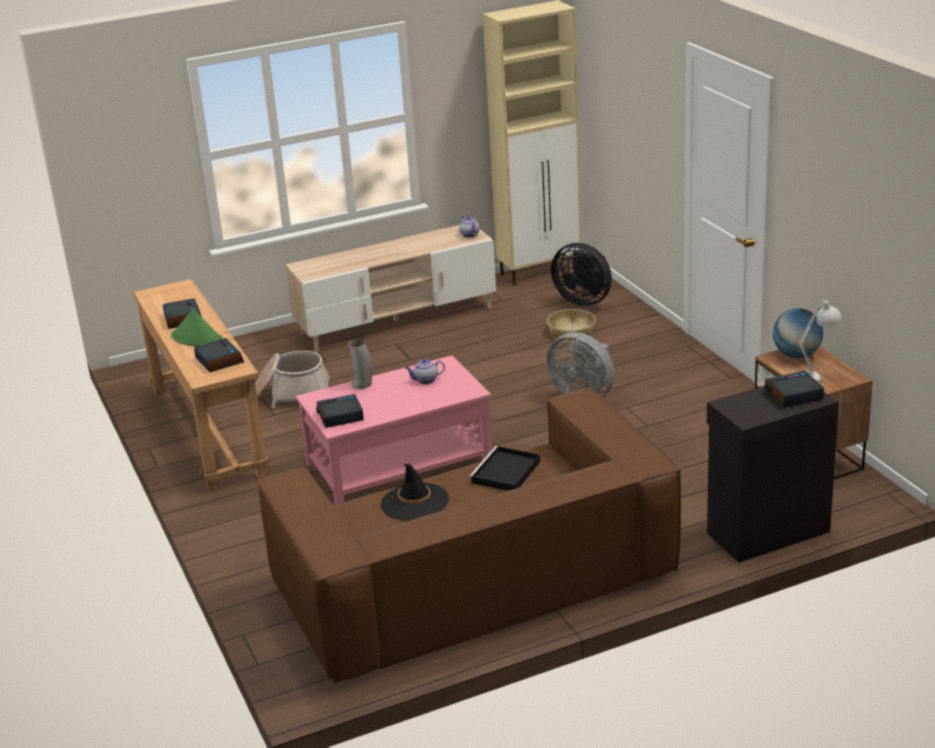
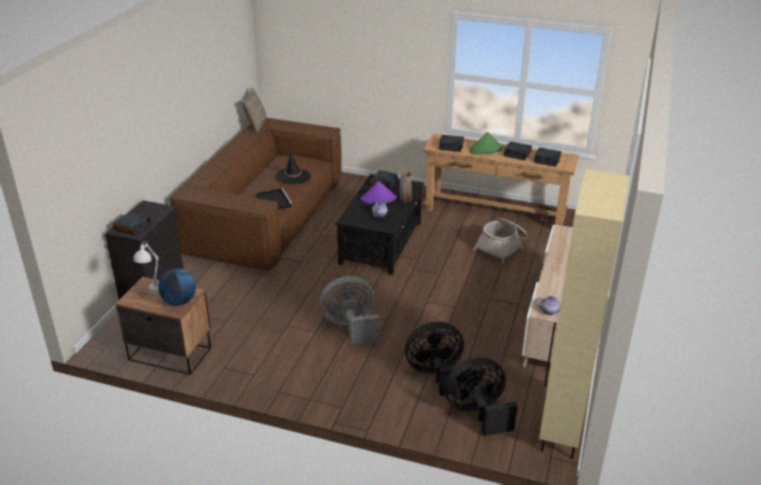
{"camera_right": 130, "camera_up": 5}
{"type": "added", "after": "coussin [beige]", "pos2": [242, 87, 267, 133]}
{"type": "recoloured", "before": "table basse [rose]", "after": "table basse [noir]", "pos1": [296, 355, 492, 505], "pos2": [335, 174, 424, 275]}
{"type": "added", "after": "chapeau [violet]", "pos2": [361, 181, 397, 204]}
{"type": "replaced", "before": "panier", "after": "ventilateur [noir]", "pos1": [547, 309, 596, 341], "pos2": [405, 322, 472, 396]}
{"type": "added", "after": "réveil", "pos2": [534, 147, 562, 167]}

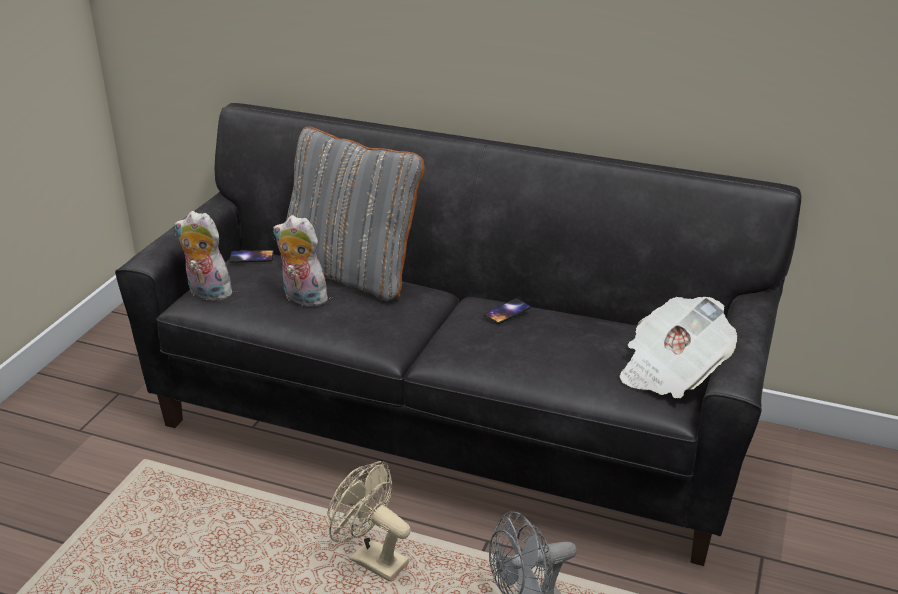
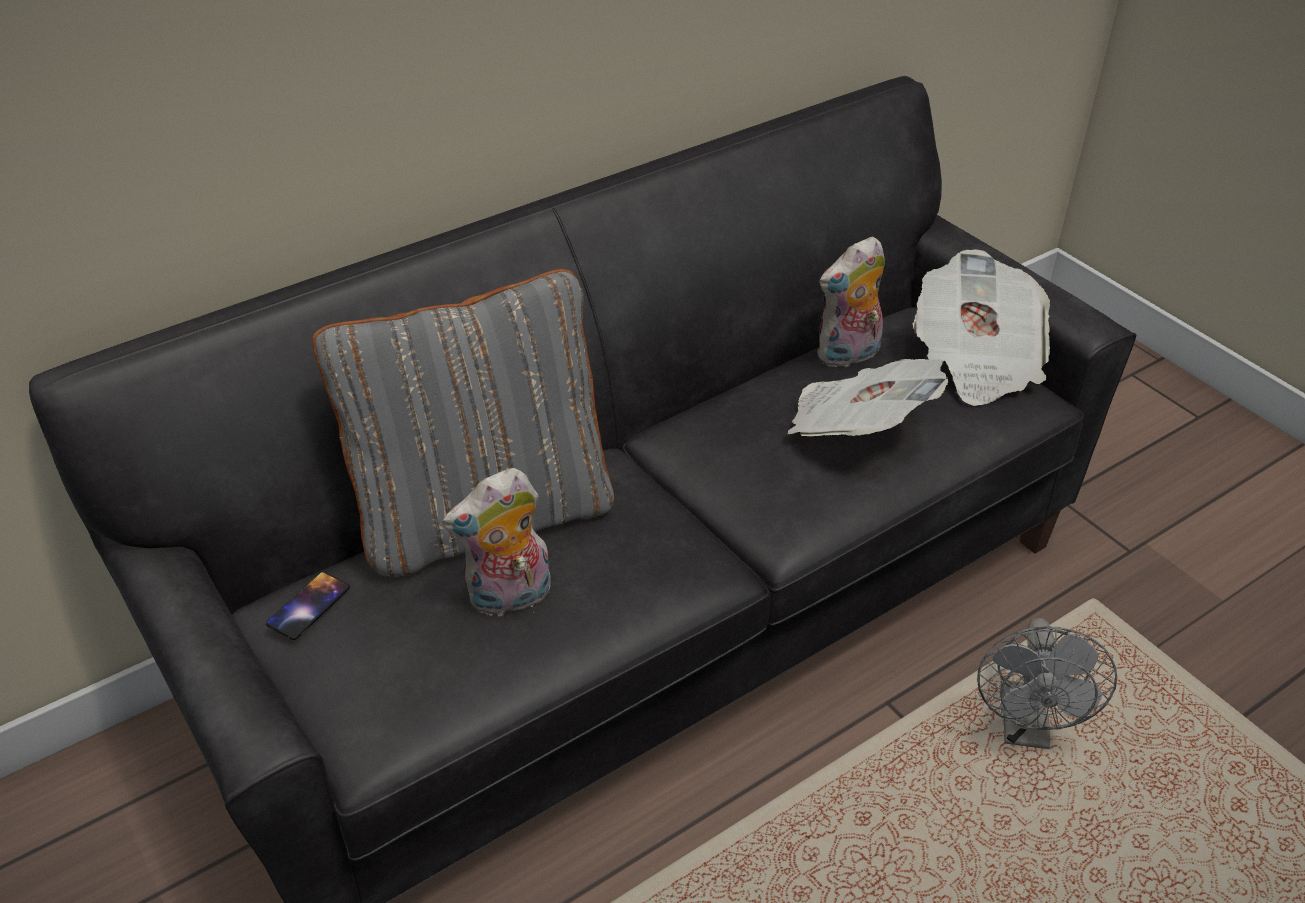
{"camera_right": -55, "camera_up": 10}
{"type": "added", "after": "journal", "pos2": [787, 359, 948, 436]}
{"type": "moved", "before": "peluche", "pos1": [175, 211, 235, 301], "pos2": [818, 236, 885, 367]}
{"type": "removed", "before": "ventilateur [beige]", "pos1": [328, 461, 411, 582]}
{"type": "removed", "before": "téléphone", "pos1": [484, 298, 531, 324]}

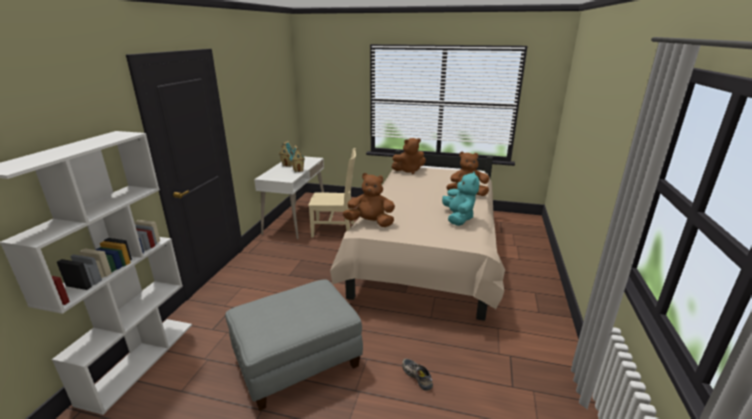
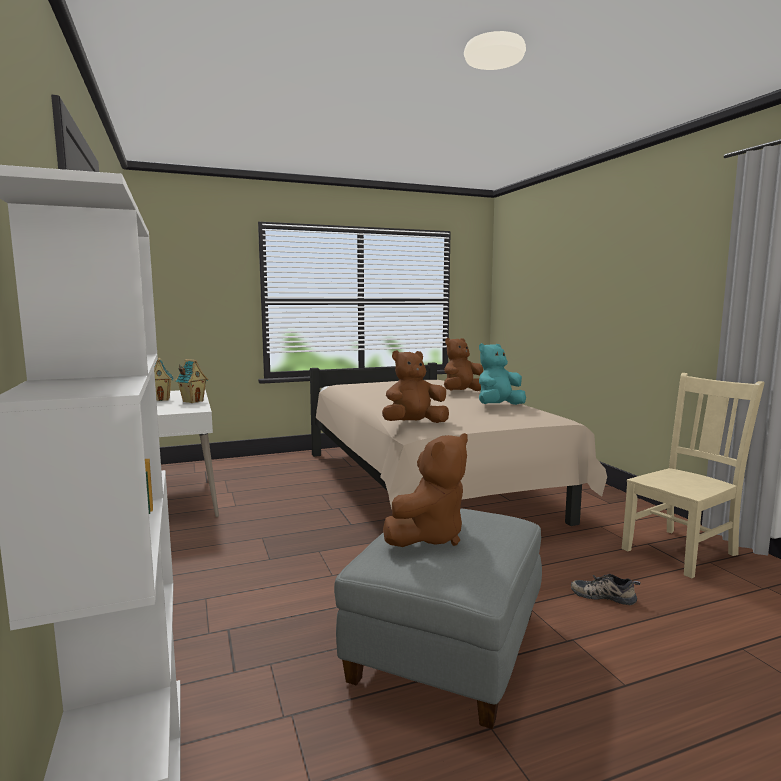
{"camera_right": -35, "camera_up": -15}
{"type": "moved", "before": "peluche [marron]", "pos1": [392, 138, 426, 174], "pos2": [383, 433, 468, 547]}
{"type": "turned", "before": "peluche [turquoise]", "pos1": [442, 171, 480, 226], "pos2": [479, 343, 526, 405], "turn": -90}
{"type": "moved", "before": "chaise [beige]", "pos1": [308, 148, 356, 237], "pos2": [621, 373, 765, 578]}

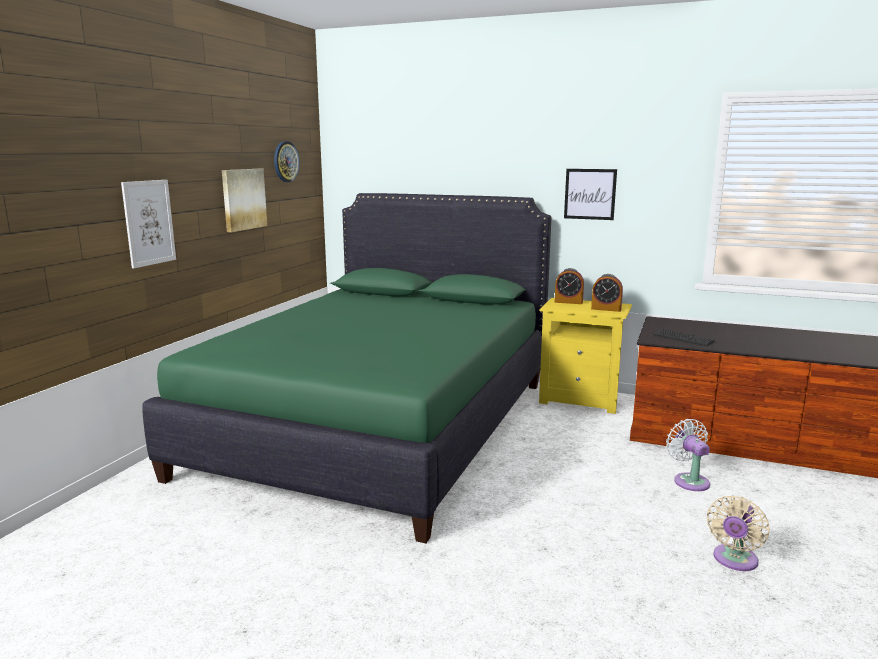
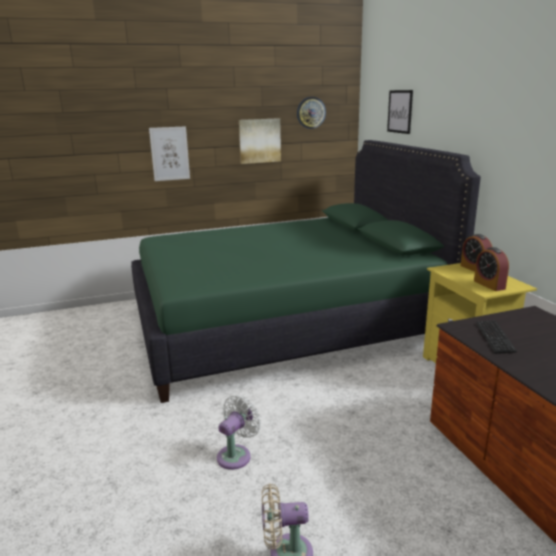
{"camera_right": 50, "camera_up": 5}
{"type": "moved", "before": "ventilateur [blanc]", "pos1": [666, 419, 710, 491], "pos2": [217, 395, 261, 470]}
{"type": "moved", "before": "tableau", "pos1": [564, 169, 617, 220], "pos2": [387, 90, 413, 134]}

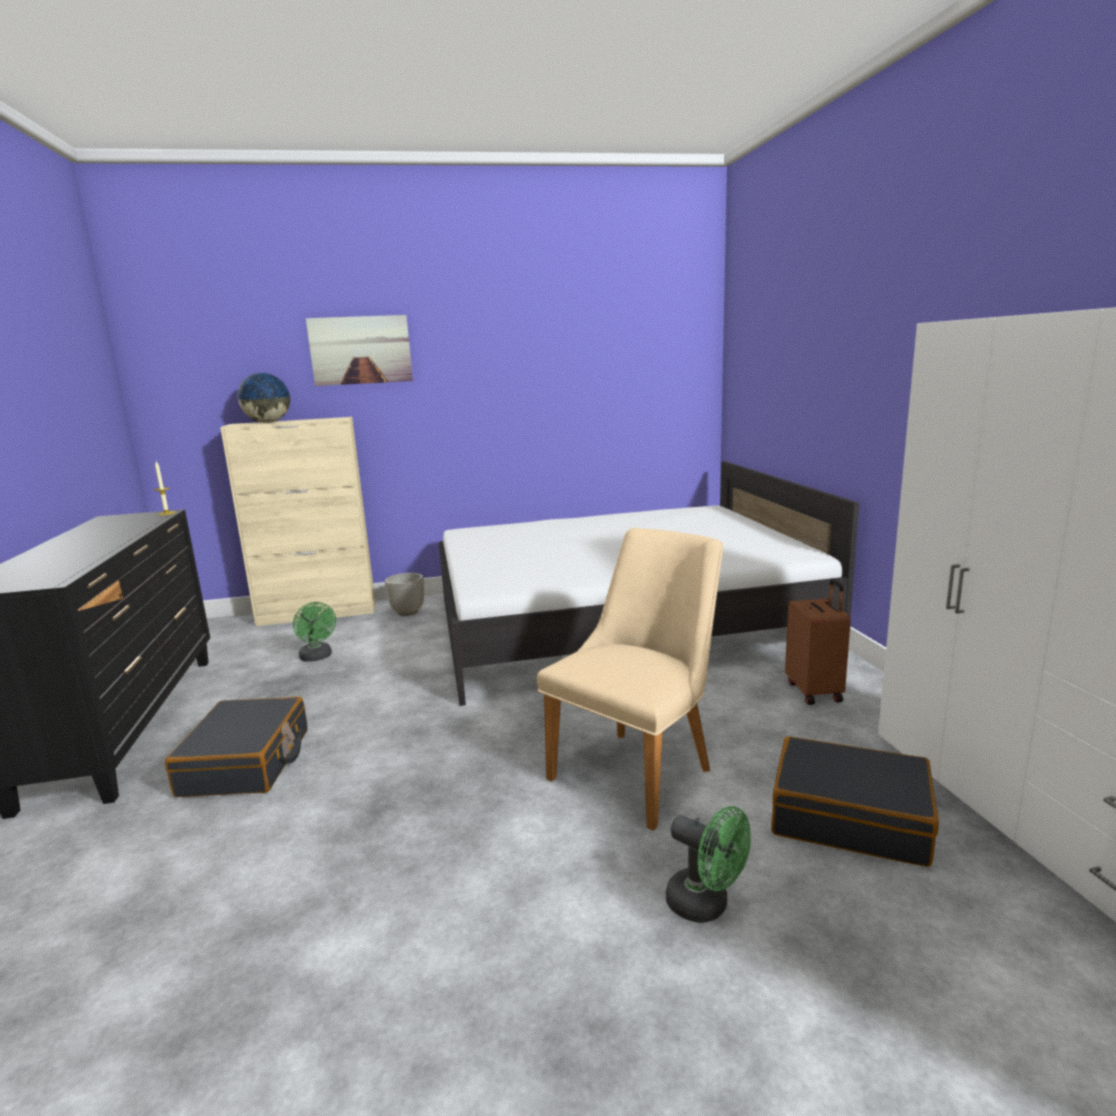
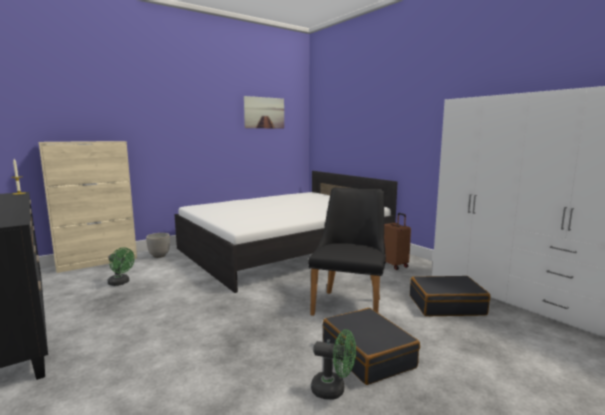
{"camera_right": -25, "camera_up": -5}
{"type": "moved", "before": "tableau", "pos1": [306, 315, 413, 386], "pos2": [244, 96, 284, 129]}
{"type": "recoloured", "before": "chaise [beige]", "after": "chaise [noir]", "pos1": [537, 528, 723, 831], "pos2": [308, 187, 386, 316]}
{"type": "moved", "before": "ventilateur [vert]", "pos1": [666, 806, 751, 923], "pos2": [311, 329, 356, 400]}
{"type": "moved", "before": "valise [noir]", "pos1": [165, 696, 308, 797], "pos2": [323, 308, 420, 385]}
{"type": "removed", "before": "globe", "pos1": [237, 373, 291, 423]}

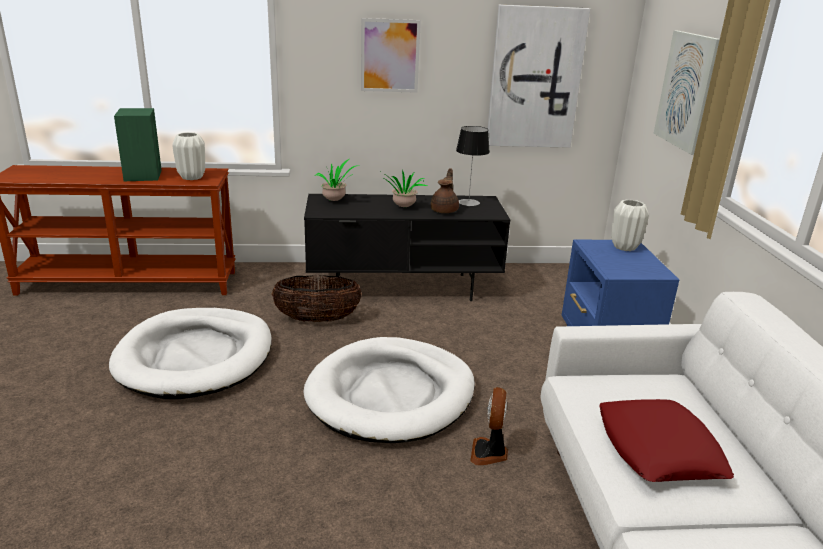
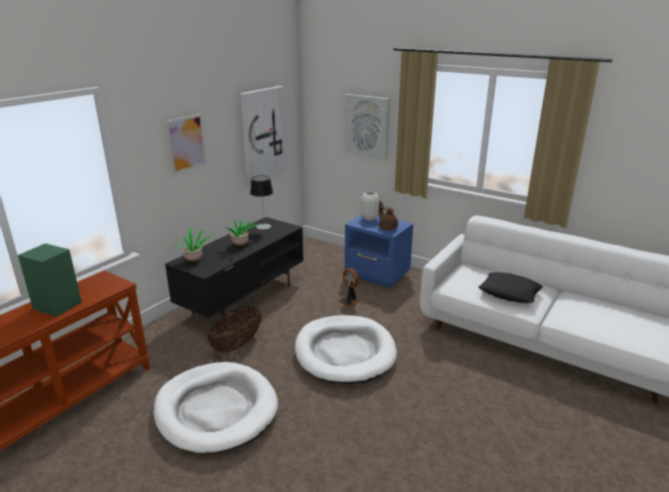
{"camera_right": -50, "camera_up": 0}
{"type": "moved", "before": "ventilateur", "pos1": [470, 387, 508, 465], "pos2": [338, 268, 359, 308]}
{"type": "moved", "before": "théière [marron]", "pos1": [431, 168, 459, 213], "pos2": [379, 201, 398, 230]}
{"type": "recoloured", "before": "coussin [rouge]", "after": "coussin [noir]", "pos1": [599, 399, 734, 482], "pos2": [478, 272, 543, 303]}
{"type": "removed", "before": "vase [blanc]", "pos1": [172, 132, 205, 180]}

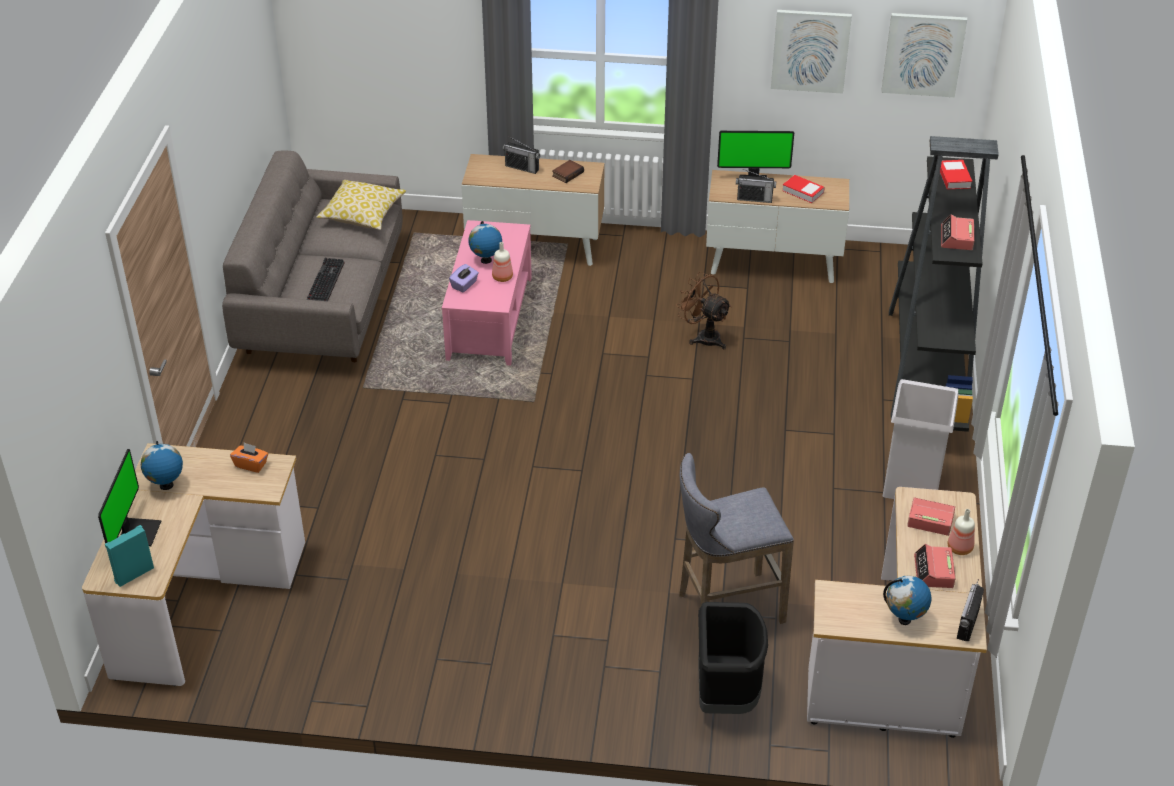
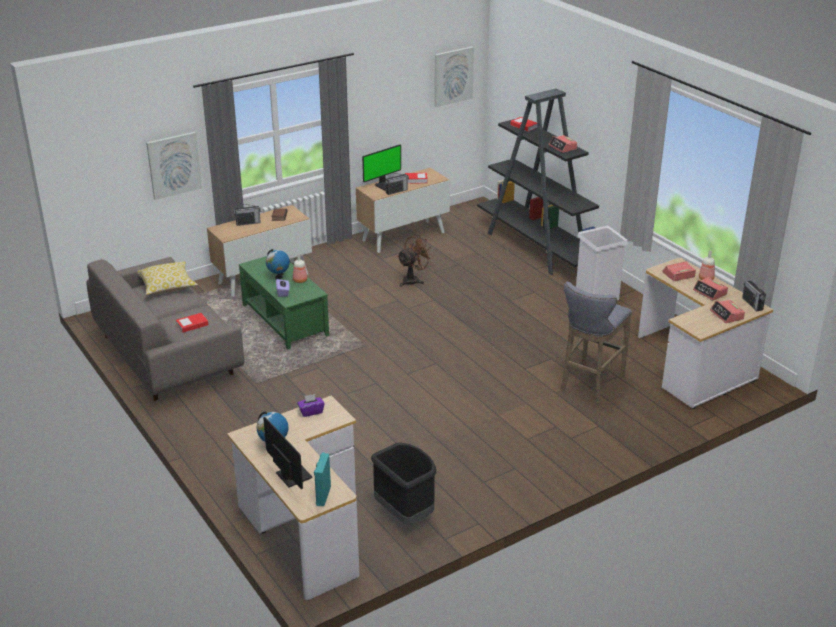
{"camera_right": -40, "camera_up": -10}
{"type": "moved", "before": "tableau", "pos1": [771, 10, 852, 94], "pos2": [146, 132, 202, 200]}
{"type": "replaced", "before": "clavier", "after": "livre", "pos1": [307, 258, 344, 301], "pos2": [176, 313, 208, 333]}
{"type": "recoloured", "before": "table basse [rose]", "after": "table basse [vert]", "pos1": [442, 220, 532, 366], "pos2": [239, 256, 329, 349]}
{"type": "recoloured", "before": "boîte à mouchoirs [orange]", "after": "boîte à mouchoirs [violet]", "pos1": [230, 443, 268, 473], "pos2": [297, 394, 325, 417]}
{"type": "moved", "before": "poubelle [noir]", "pos1": [698, 602, 768, 714], "pos2": [371, 443, 437, 525]}
{"type": "turned", "before": "ventilateur [marron]", "pos1": [676, 271, 732, 349], "pos2": [397, 235, 434, 287], "turn": 135}
{"type": "replaced", "before": "globe", "after": "réveil", "pos1": [883, 576, 931, 625], "pos2": [710, 300, 745, 323]}

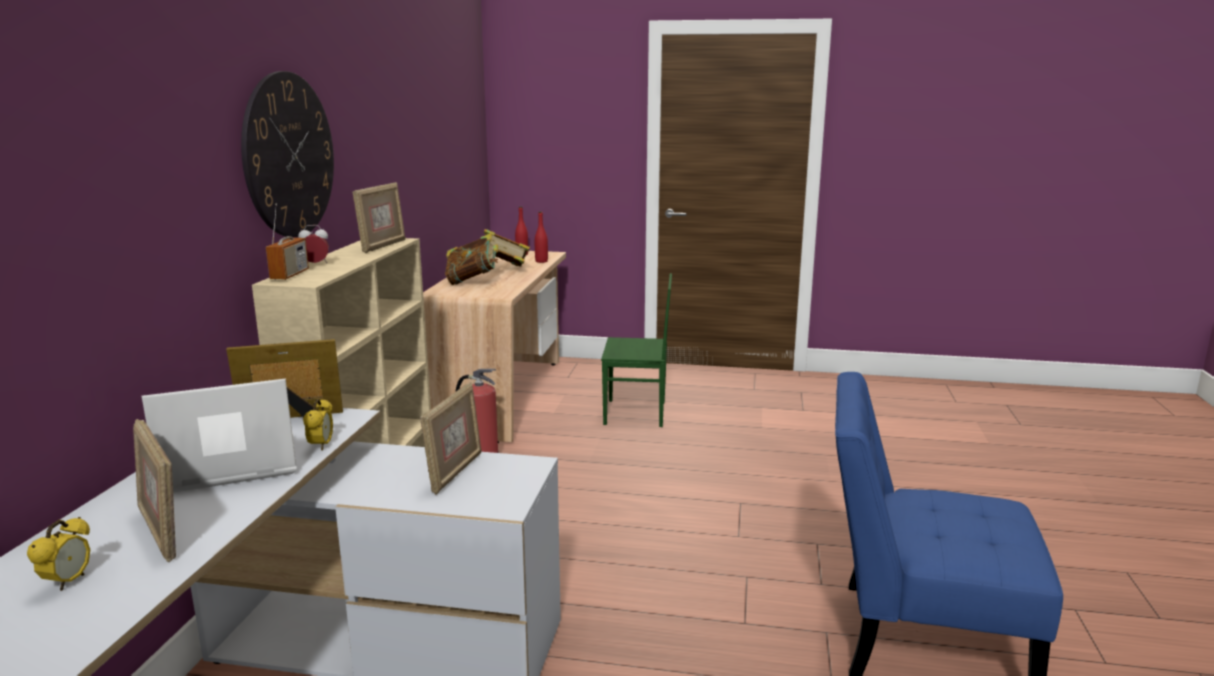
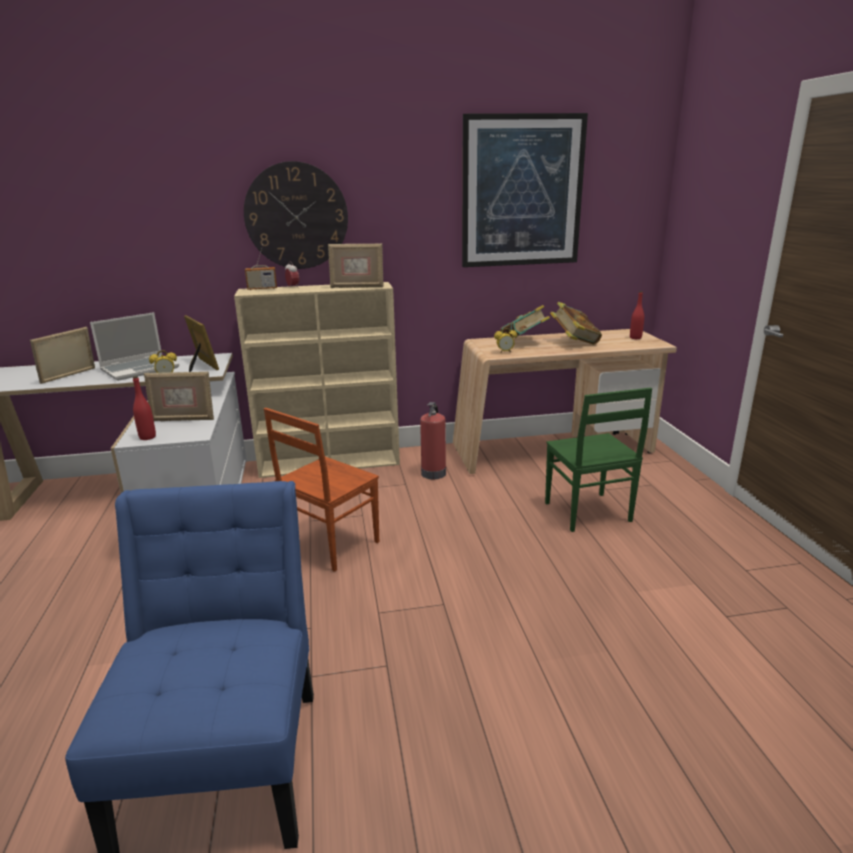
{"camera_right": 70, "camera_up": 5}
{"type": "turned", "before": "ordinateur portable", "pos1": [142, 378, 297, 493], "pos2": [90, 312, 179, 381], "turn": 90}
{"type": "moved", "before": "bouteille [rouge]", "pos1": [535, 211, 548, 263], "pos2": [133, 376, 156, 440]}
{"type": "added", "after": "chaise [marron]", "pos2": [264, 408, 379, 572]}
{"type": "added", "after": "tableau", "pos2": [462, 113, 588, 267]}
{"type": "moved", "before": "réveil", "pos1": [27, 517, 91, 591], "pos2": [494, 328, 517, 353]}

